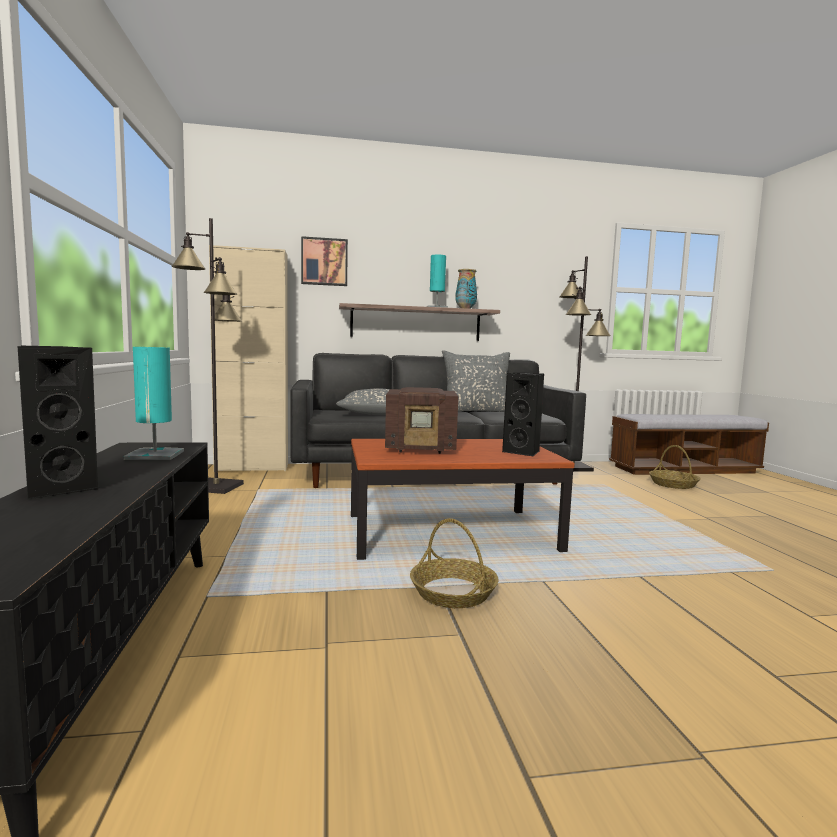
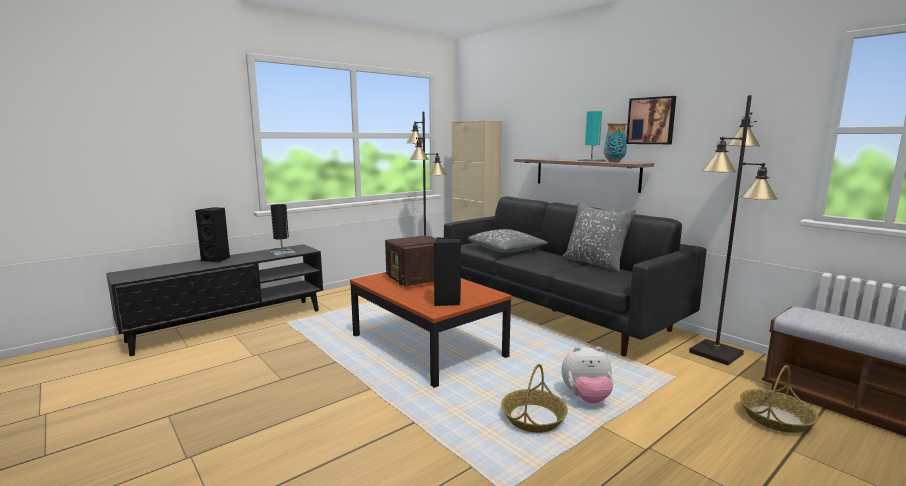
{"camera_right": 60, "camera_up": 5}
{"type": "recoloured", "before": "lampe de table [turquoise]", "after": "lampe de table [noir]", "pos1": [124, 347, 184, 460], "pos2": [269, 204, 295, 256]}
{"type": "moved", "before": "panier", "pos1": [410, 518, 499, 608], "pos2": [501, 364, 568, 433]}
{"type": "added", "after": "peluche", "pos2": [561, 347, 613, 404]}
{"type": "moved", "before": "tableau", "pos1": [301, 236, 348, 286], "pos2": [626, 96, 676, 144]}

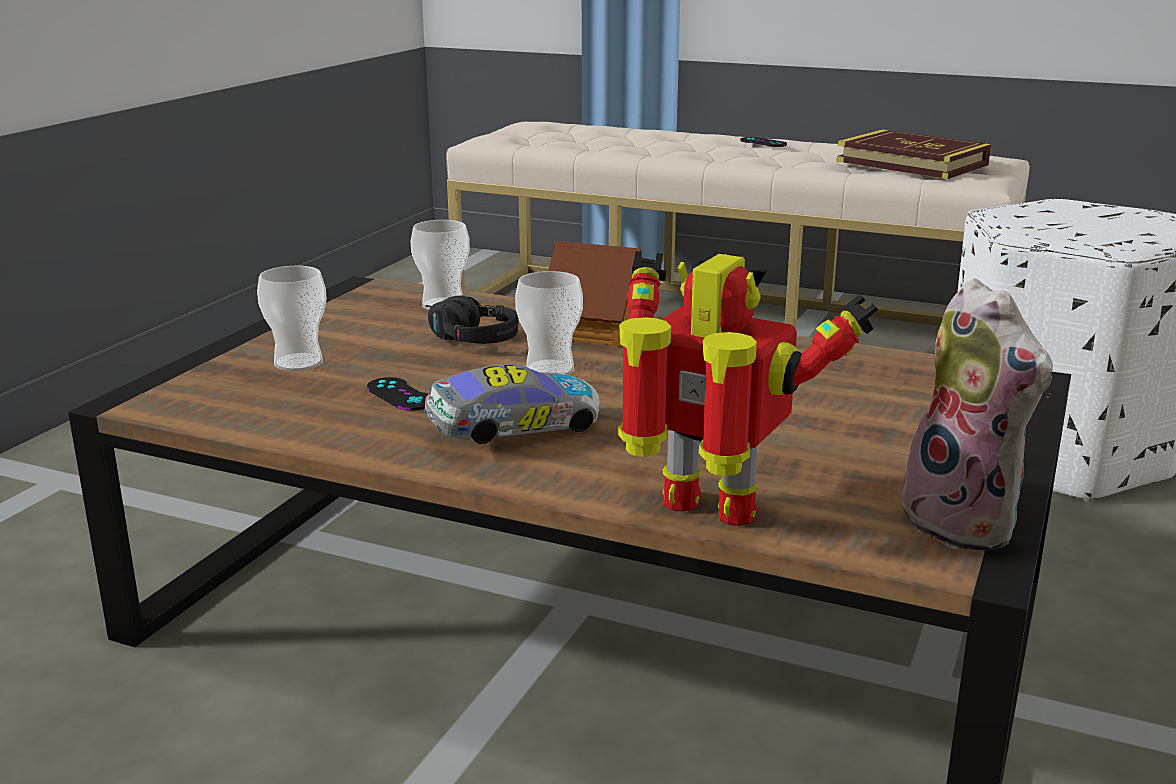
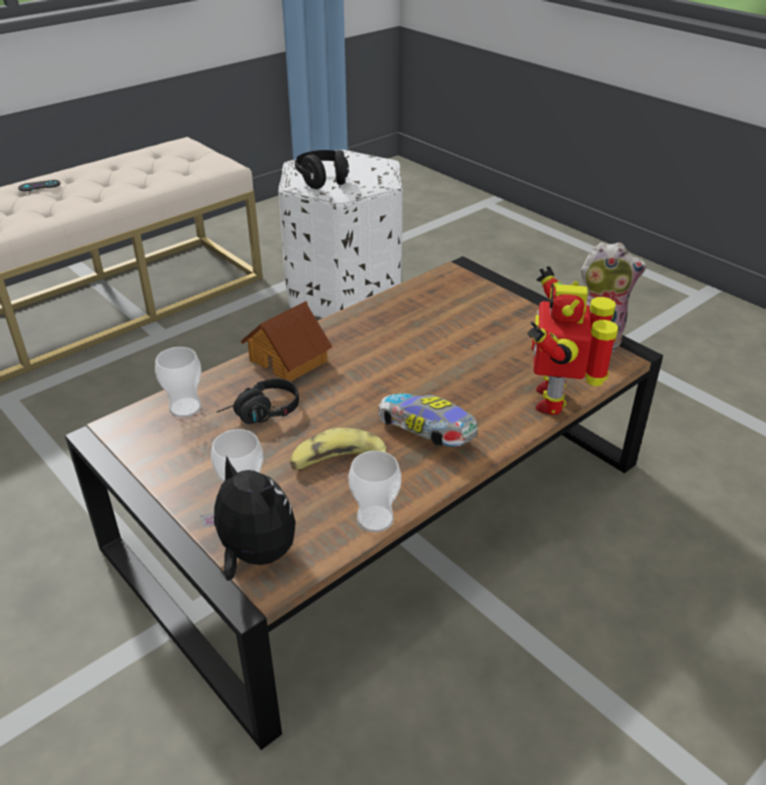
{"camera_right": -65, "camera_up": 15}
{"type": "added", "after": "peluche", "pos2": [200, 456, 296, 581]}
{"type": "replaced", "before": "manette [noir]", "after": "banane", "pos1": [367, 377, 429, 411], "pos2": [290, 428, 386, 470]}
{"type": "added", "after": "casque audio [noir]", "pos2": [294, 150, 349, 189]}
{"type": "moved", "before": "tasse", "pos1": [515, 271, 583, 375], "pos2": [348, 451, 401, 532]}
{"type": "turned", "before": "petite voiture", "pos1": [423, 364, 600, 444], "pos2": [378, 393, 478, 446], "turn": -45}
{"type": "turned", "before": "robot jouet", "pos1": [618, 251, 878, 526], "pos2": [527, 266, 618, 415], "turn": -45}
{"type": "removed", "before": "livre", "pos1": [837, 129, 991, 179]}

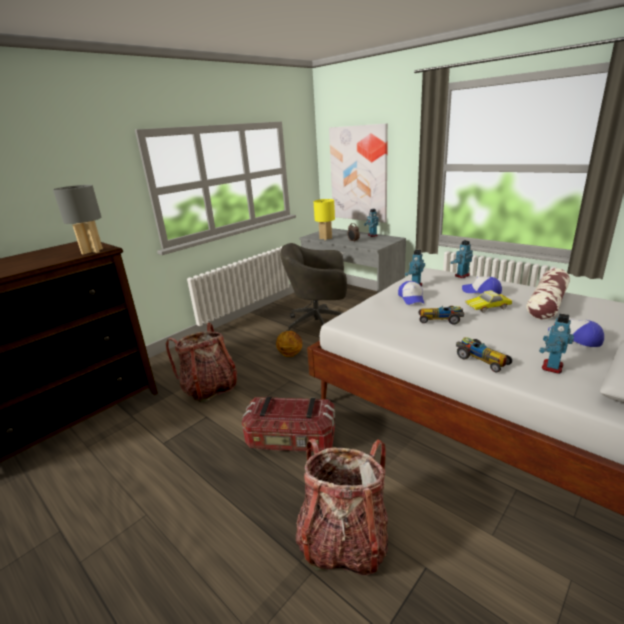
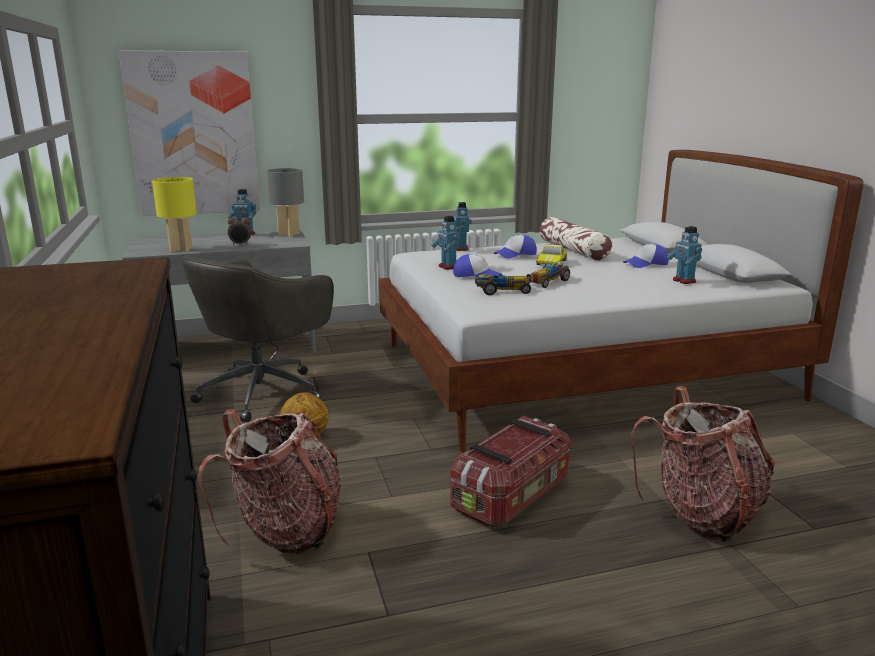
{"camera_right": -60, "camera_up": -5}
{"type": "moved", "before": "lampe de table [gris]", "pos1": [53, 185, 103, 255], "pos2": [267, 168, 304, 237]}
{"type": "moved", "before": "petite voiture", "pos1": [456, 337, 512, 373], "pos2": [475, 273, 531, 295]}

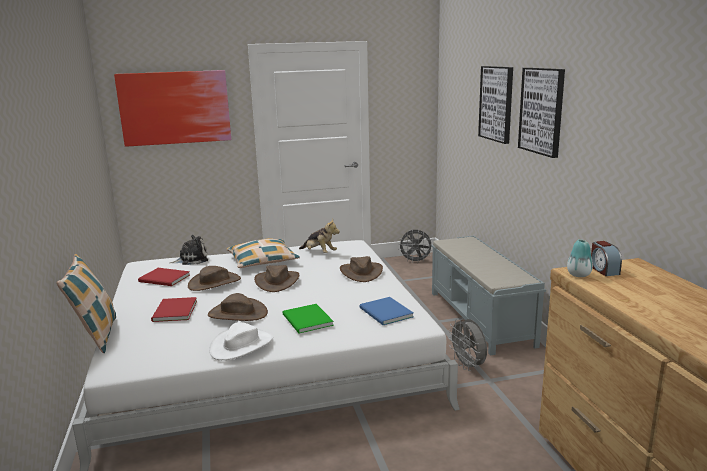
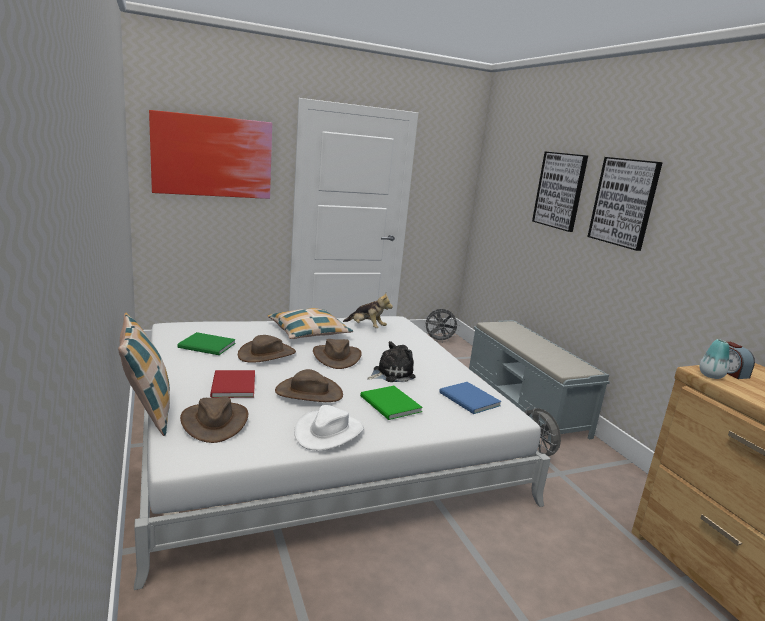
{"camera_right": -10, "camera_up": 0}
{"type": "recoloured", "before": "livre [rouge]", "after": "livre [vert]", "pos1": [138, 268, 190, 286], "pos2": [177, 332, 236, 355]}
{"type": "moved", "before": "chapeau [marron]", "pos1": [340, 256, 383, 282], "pos2": [180, 397, 248, 443]}
{"type": "moved", "before": "peluche", "pos1": [170, 235, 208, 265], "pos2": [368, 341, 416, 382]}

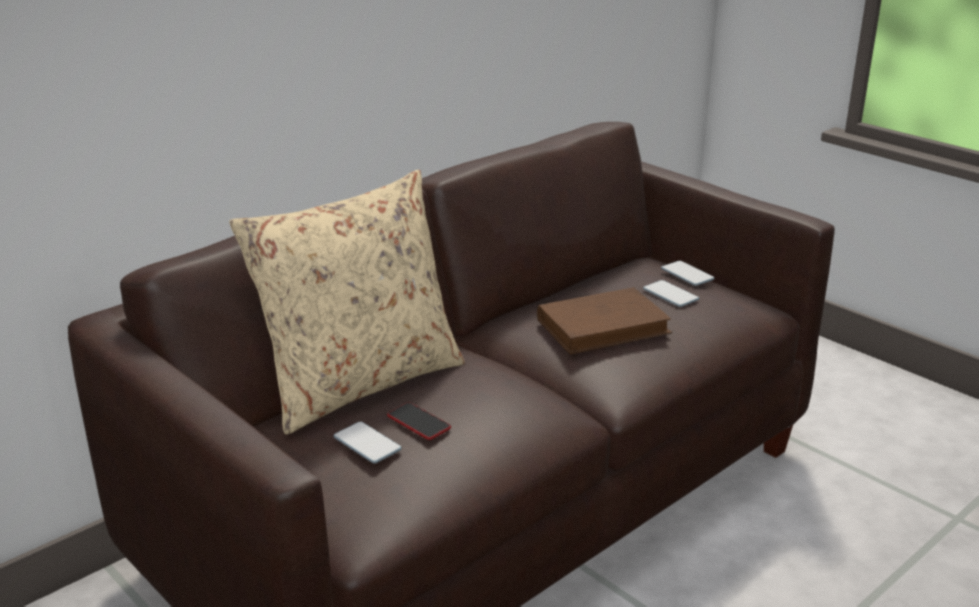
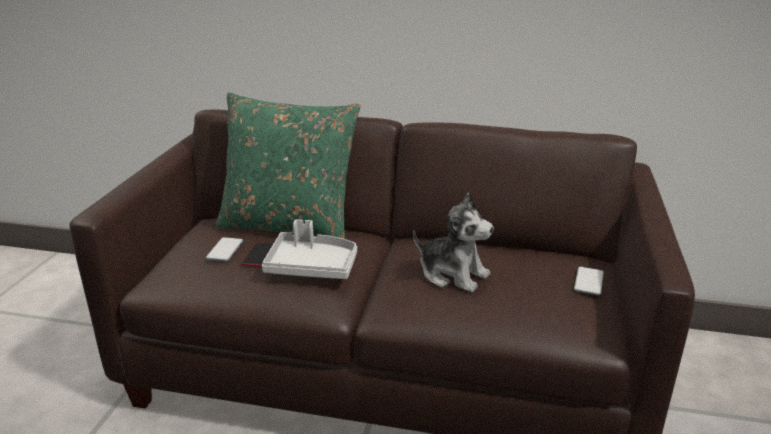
{"camera_right": 55, "camera_up": 0}
{"type": "recoloured", "before": "coussin [beige]", "after": "coussin [vert]", "pos1": [229, 170, 465, 435], "pos2": [216, 92, 361, 239]}
{"type": "added", "after": "plateau [gris]", "pos2": [262, 219, 357, 279]}
{"type": "replaced", "before": "livre [marron]", "after": "peluche", "pos1": [537, 287, 672, 355], "pos2": [413, 192, 494, 292]}
{"type": "removed", "before": "téléphone", "pos1": [643, 280, 699, 307]}

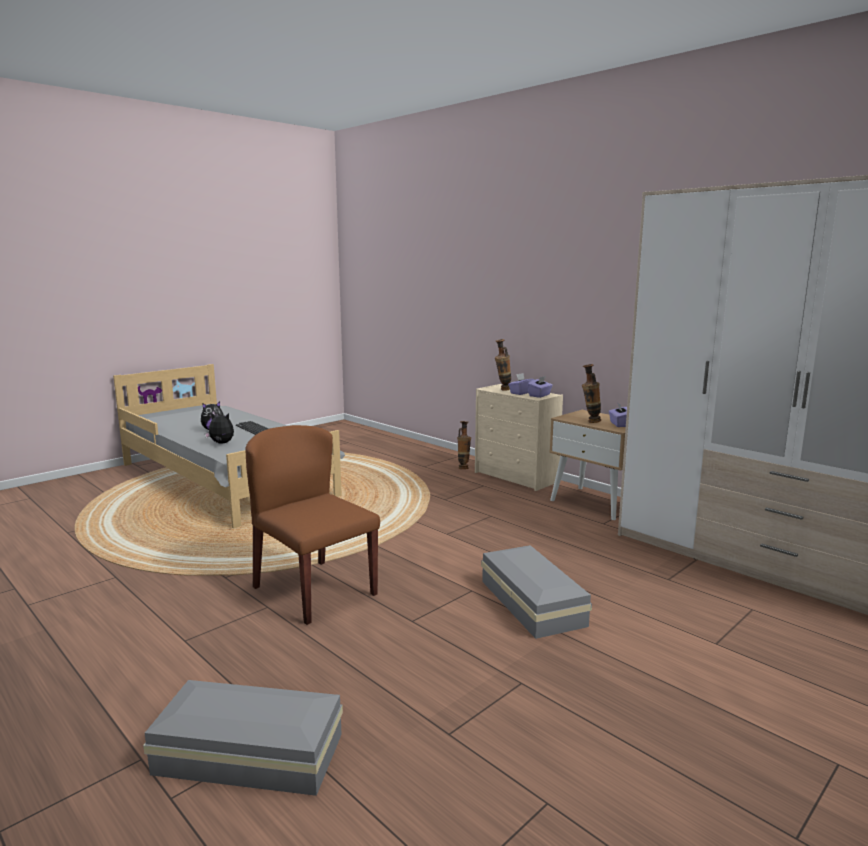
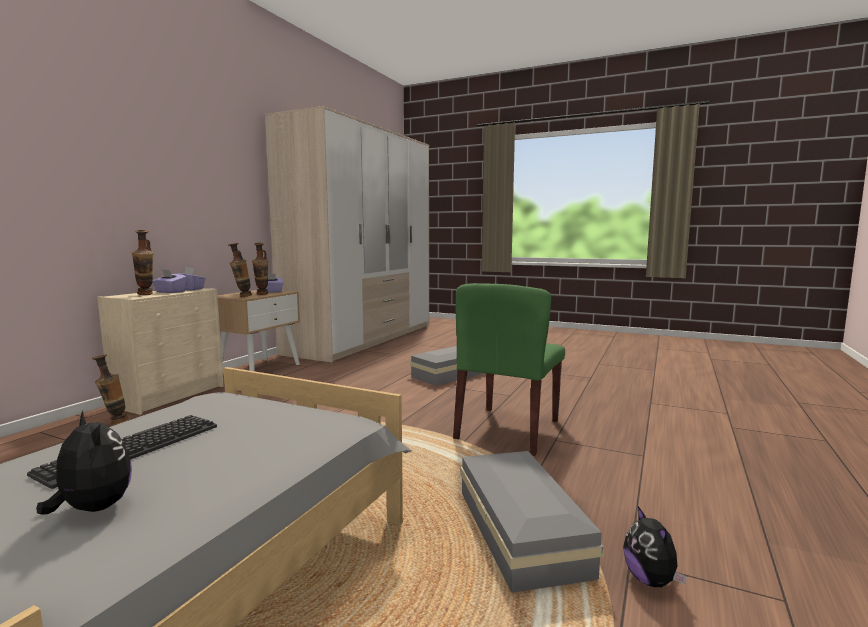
{"camera_right": -110, "camera_up": -5}
{"type": "added", "after": "vase", "pos2": [228, 243, 252, 297]}
{"type": "recoloured", "before": "chaise [marron]", "after": "chaise [vert]", "pos1": [245, 425, 380, 625], "pos2": [453, 283, 565, 456]}
{"type": "moved", "before": "boîte de rangement [gris]", "pos1": [143, 680, 343, 796], "pos2": [460, 451, 604, 593]}
{"type": "moved", "before": "peluche", "pos1": [205, 413, 234, 443], "pos2": [623, 506, 687, 587]}

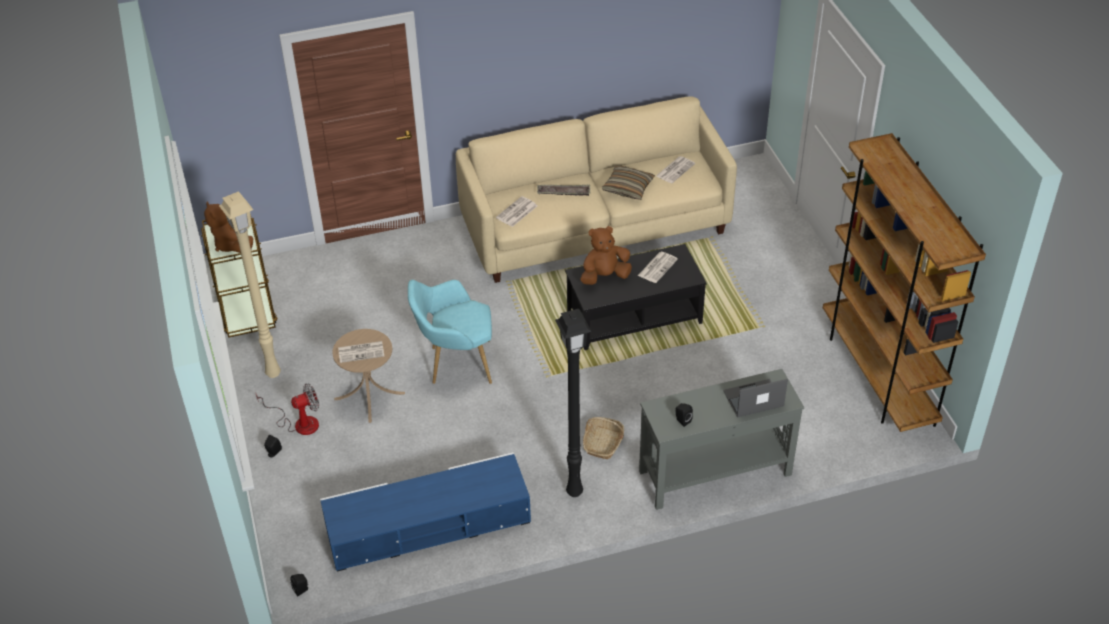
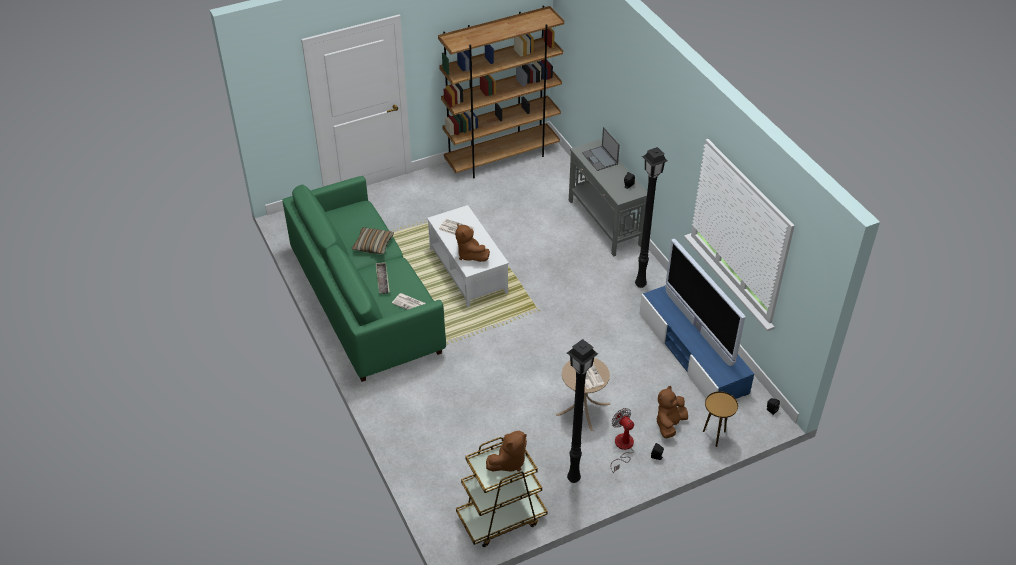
{"camera_right": -100, "camera_up": 0}
{"type": "recoloured", "before": "canapé [beige]", "after": "canapé [vert]", "pos1": [456, 96, 737, 283], "pos2": [282, 176, 446, 382]}
{"type": "recoloured", "before": "table basse [noir]", "after": "table basse [blanc]", "pos1": [565, 244, 707, 350], "pos2": [427, 205, 509, 307]}
{"type": "recoloured", "before": "lampadaire [beige]", "after": "lampadaire [noir]", "pos1": [219, 191, 281, 378], "pos2": [567, 339, 598, 483]}
{"type": "added", "after": "peluche [marron]", "pos2": [656, 386, 688, 438]}
{"type": "added", "after": "téléviseur", "pos2": [665, 239, 745, 366]}
{"type": "added", "after": "table d'appoint [marron]", "pos2": [703, 391, 738, 447]}
{"type": "removed", "before": "fauteuil [turquoise]", "pos1": [408, 280, 492, 384]}
{"type": "removed", "before": "panier", "pos1": [583, 417, 624, 459]}
{"type": "removed", "before": "journal", "pos1": [656, 156, 695, 183]}

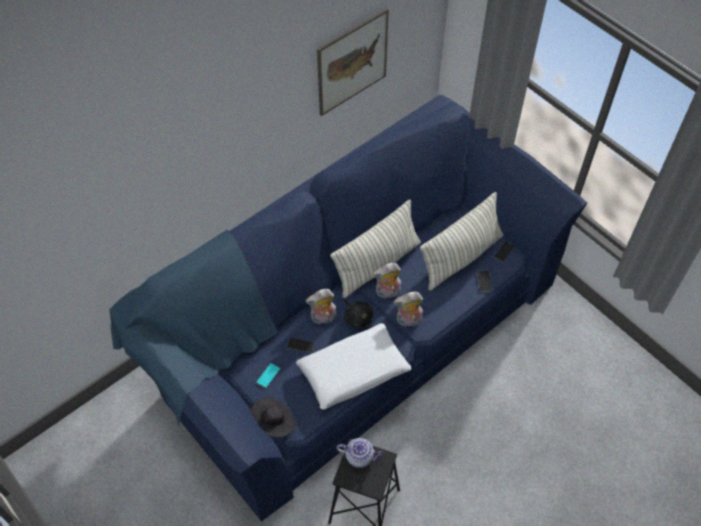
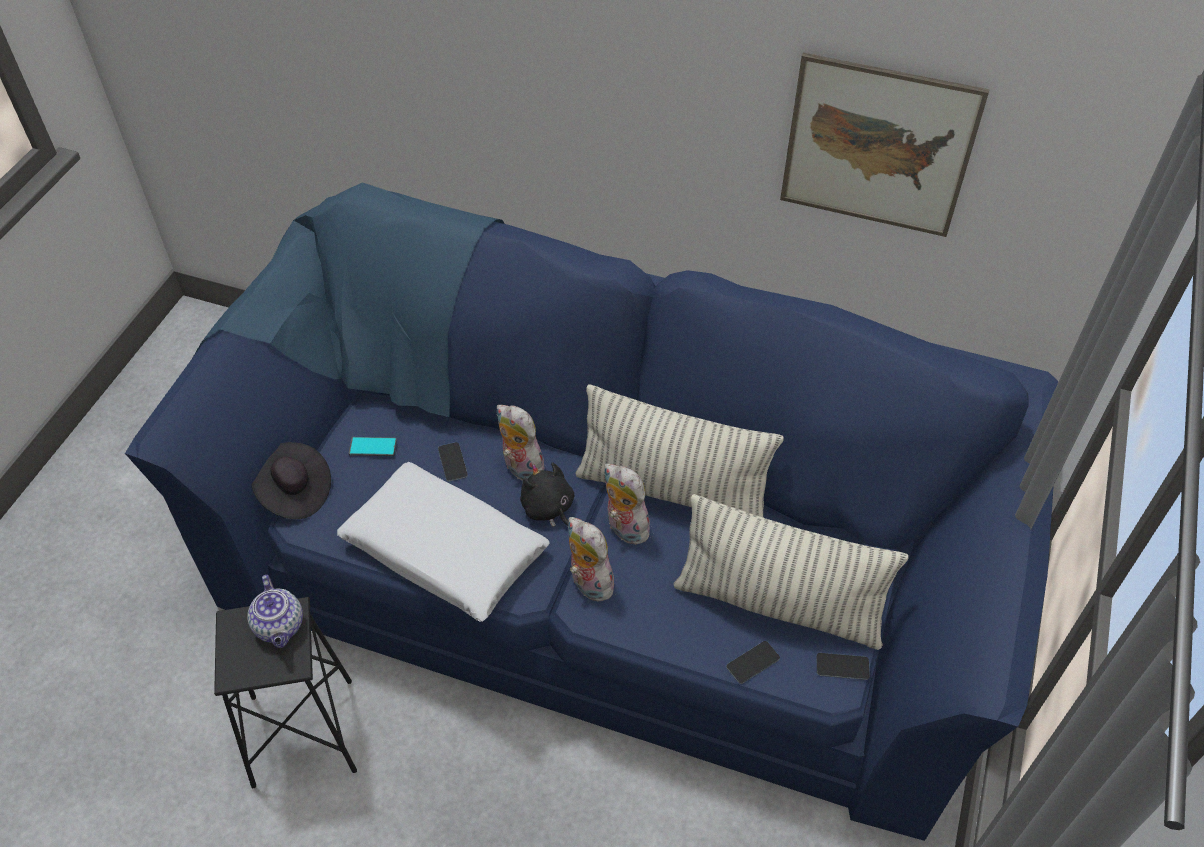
{"camera_right": 60, "camera_up": -5}
{"type": "turned", "before": "peluche [noir]", "pos1": [344, 300, 373, 328], "pos2": [520, 462, 574, 527], "turn": 120}

